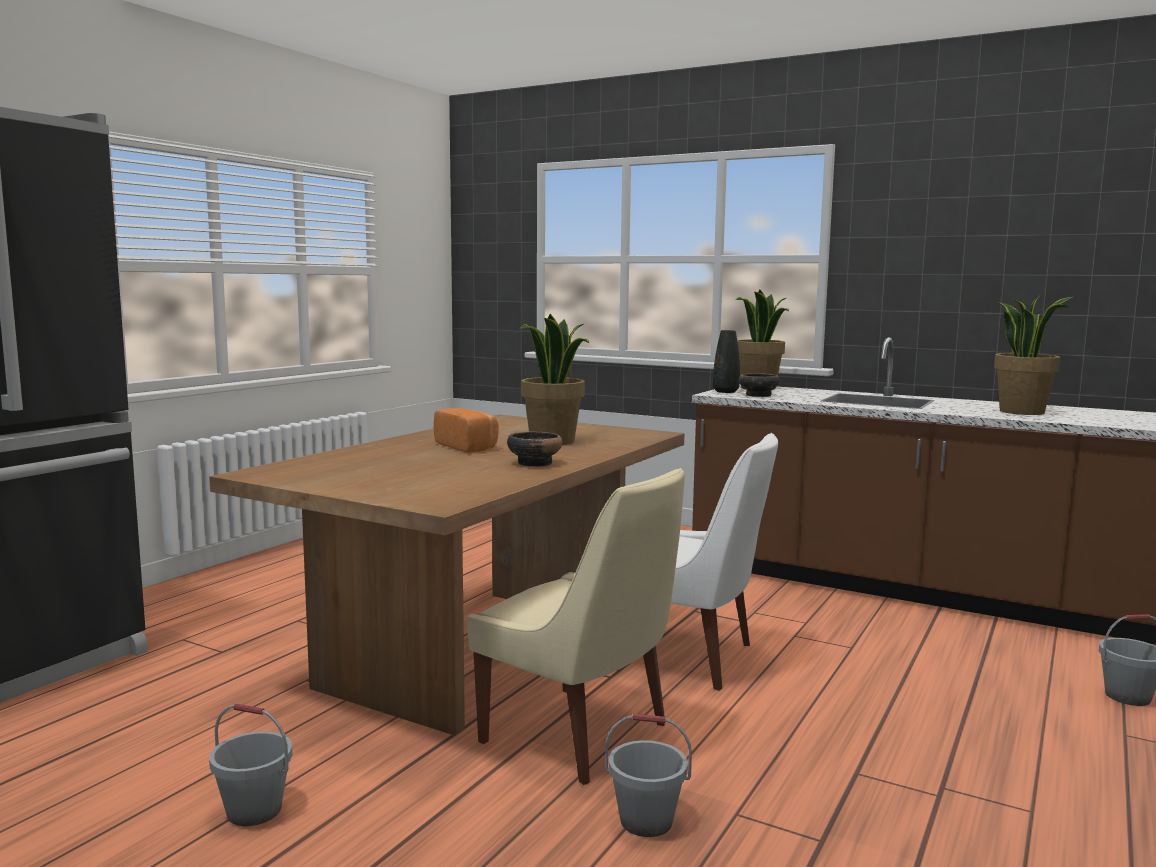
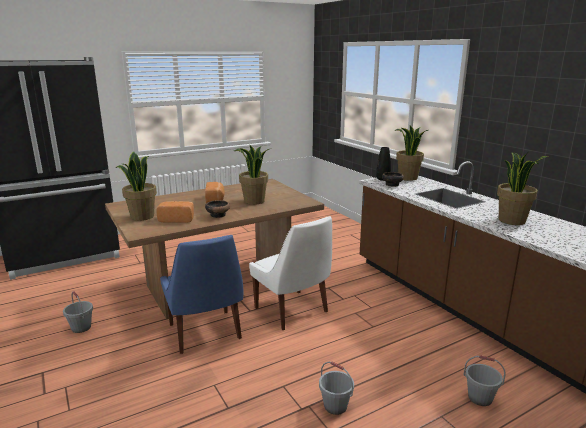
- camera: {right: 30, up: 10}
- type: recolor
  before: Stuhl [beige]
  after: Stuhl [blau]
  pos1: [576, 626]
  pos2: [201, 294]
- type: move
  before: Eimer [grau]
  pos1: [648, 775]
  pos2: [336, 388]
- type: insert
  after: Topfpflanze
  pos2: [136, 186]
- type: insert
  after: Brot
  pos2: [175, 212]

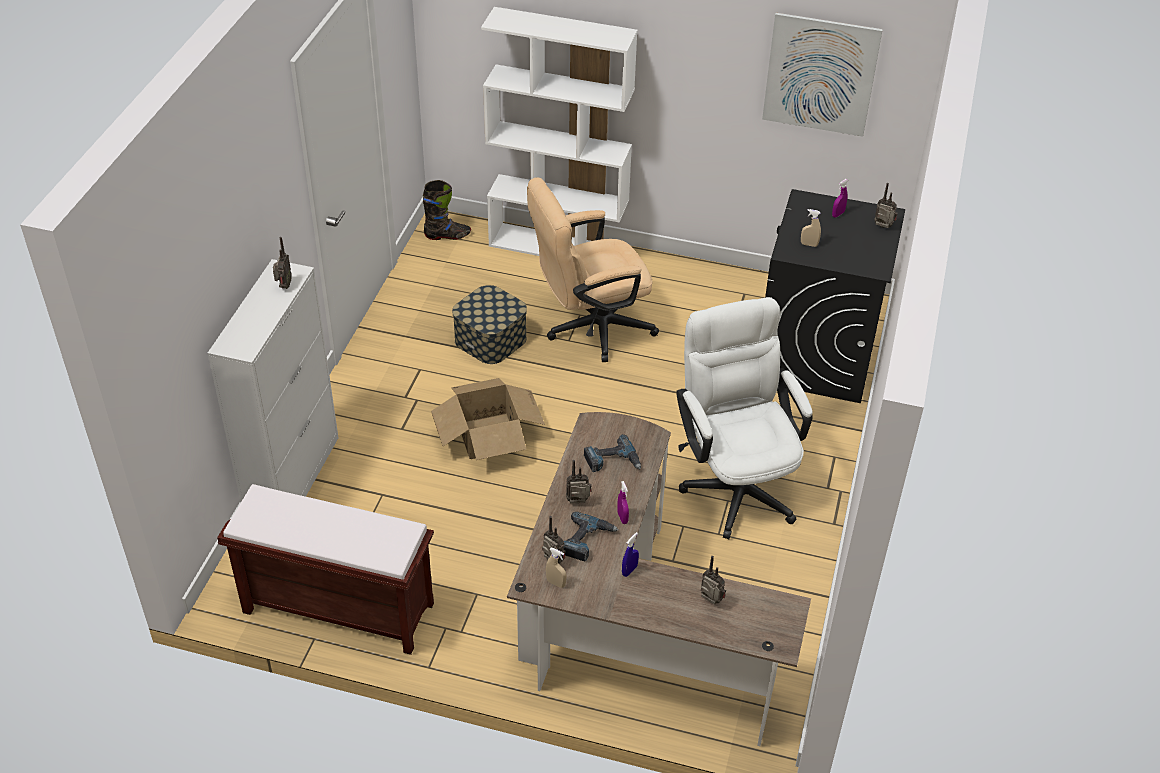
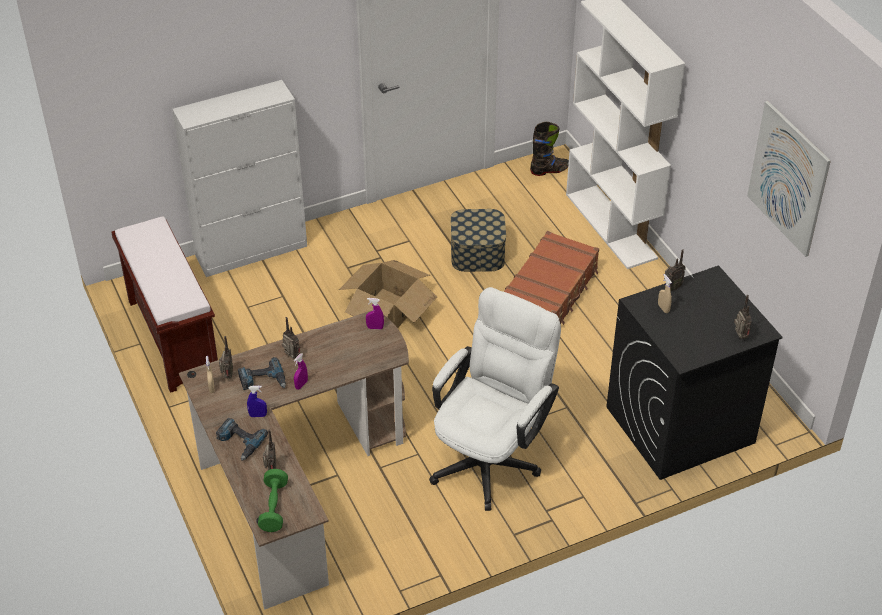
- camera: {right: 50, up: 0}
- type: move
  before: Radio
  pos1: [282, 263]
  pos2: [675, 270]
- type: rotate
  before: Stiefel [schwarz]
  pos1: [447, 210]
  pos2: [549, 149]
  turn: -60
- type: replace
  before: Bürostuhl [beige]
  after: Koffer [braun]
  pos1: [593, 269]
  pos2: [551, 278]
- type: move
  before: Bohrmaschine
  pos1: [612, 453]
  pos2: [242, 439]
- type: move
  before: Sprühflasche [lila]
  pos1: [840, 198]
  pos2: [375, 314]
- type: insert
  after: Hantel [grün]
  pos2: [273, 500]

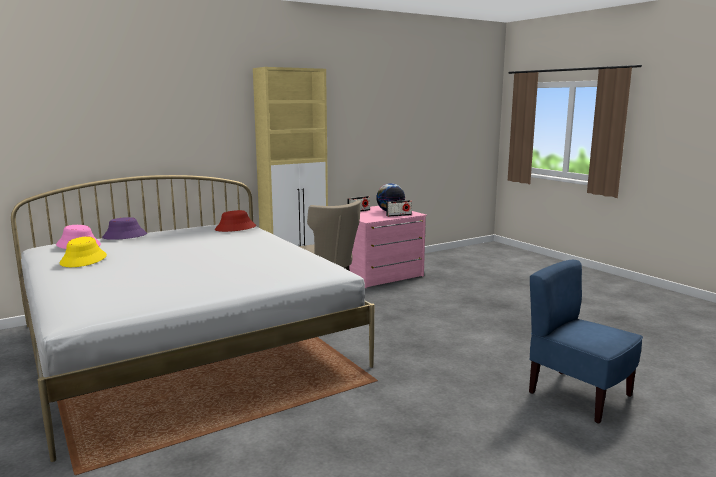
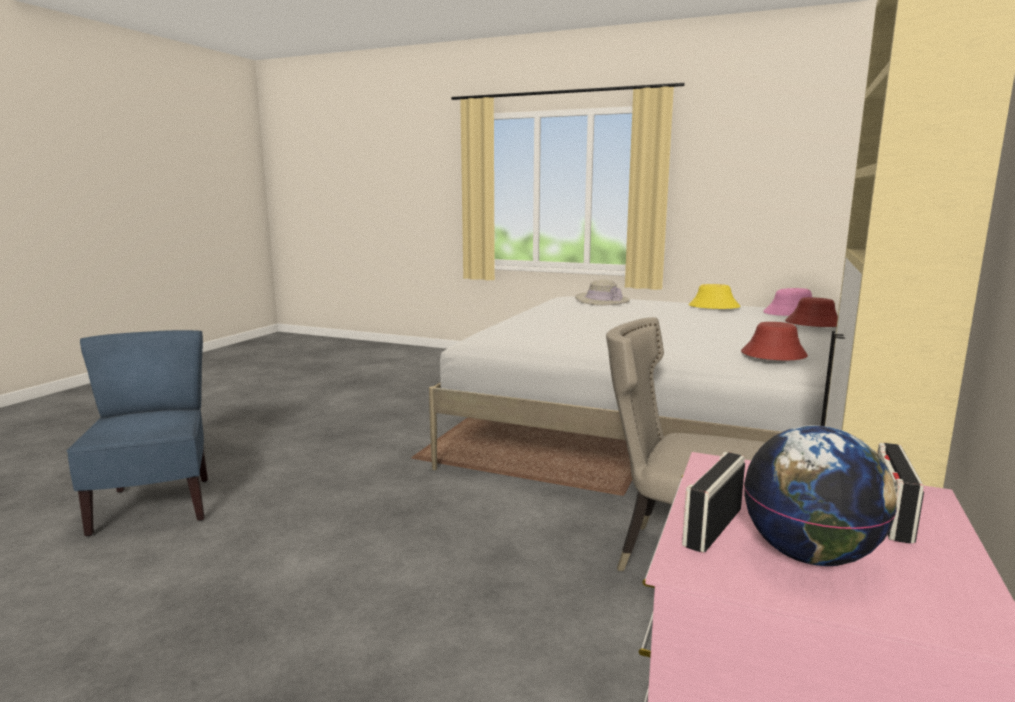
- camera: {right: 145, up: 0}
- type: recolor
  before: Hut [lila]
  after: Hut [rot]
  pos1: [124, 228]
  pos2: [811, 312]
- type: rotate
  before: Stuhl [blau]
  pos1: [586, 342]
  pos2: [137, 433]
  turn: -120
- type: insert
  after: Hut [beige]
  pos2: [602, 292]

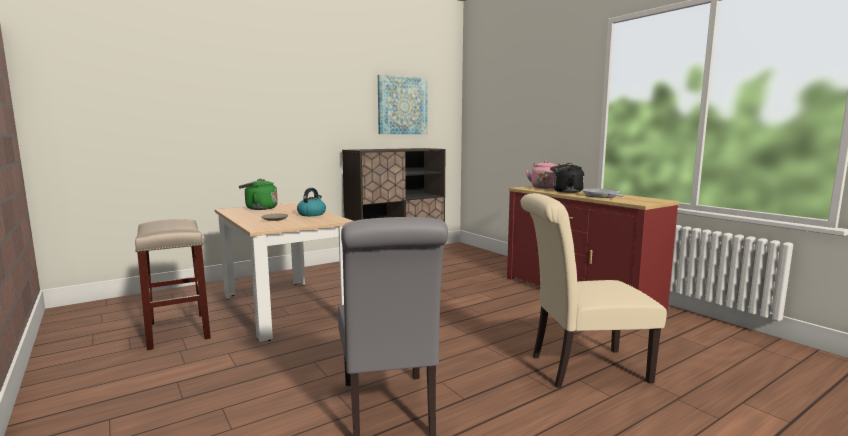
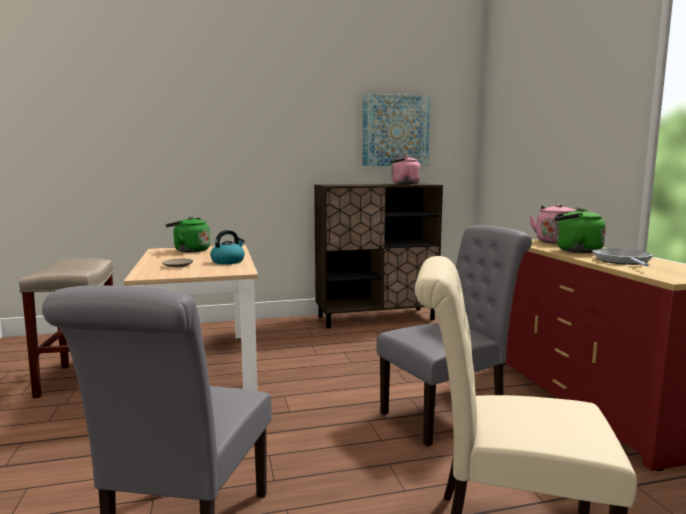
- camera: {right: 20, up: 0}
- type: recolor
  before: Wasserkessel [schwarz]
  after: Wasserkessel [grün]
  pos1: [567, 178]
  pos2: [580, 230]
- type: insert
  after: Stuhl [grau]
  pos2: [454, 336]
- type: insert
  after: Wasserkessel [rosa]
  pos2: [405, 170]

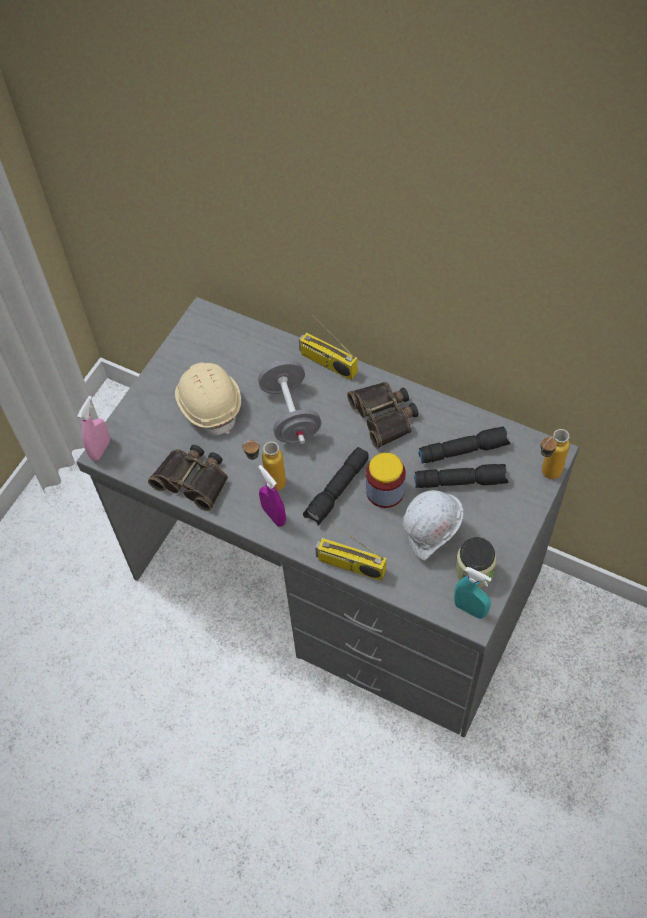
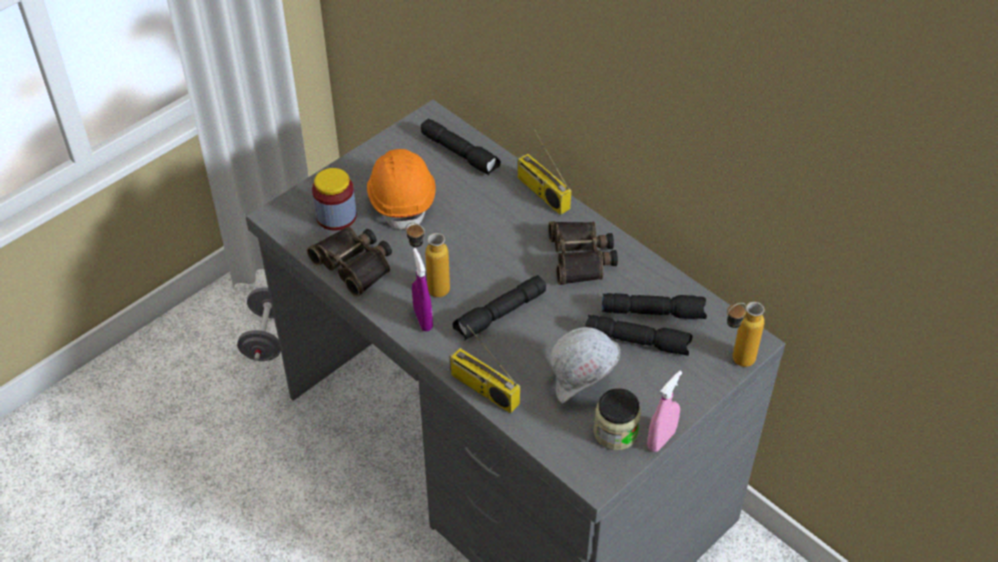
- camera: {right: 15, up: -10}
- type: move
  before: Sprühflasche [rosa]
  pos1: [93, 428]
  pos2: [664, 411]
- type: recolor
  before: Schutzhelm [beige]
  after: Schutzhelm [orange]
  pos1: [208, 399]
  pos2: [401, 189]
- type: move
  before: Hantel [grau]
  pos1: [289, 402]
  pos2: [259, 324]
- type: move
  before: Vorratsglas
  pos1: [386, 480]
  pos2: [334, 199]
- type: delete
  before: Sprühflasche [türkis]
  pos1: [473, 593]
- type: insert
  after: Taschenlampe [schwarz]
  pos2: [461, 147]

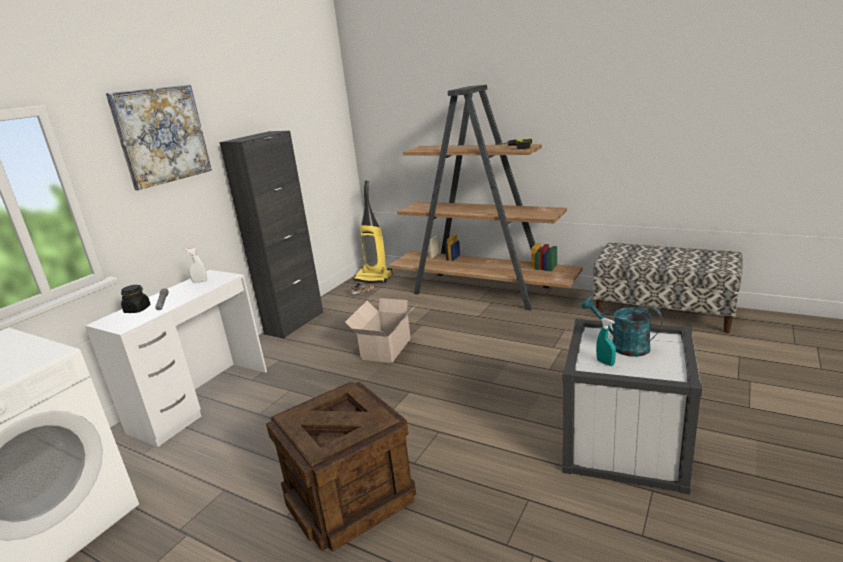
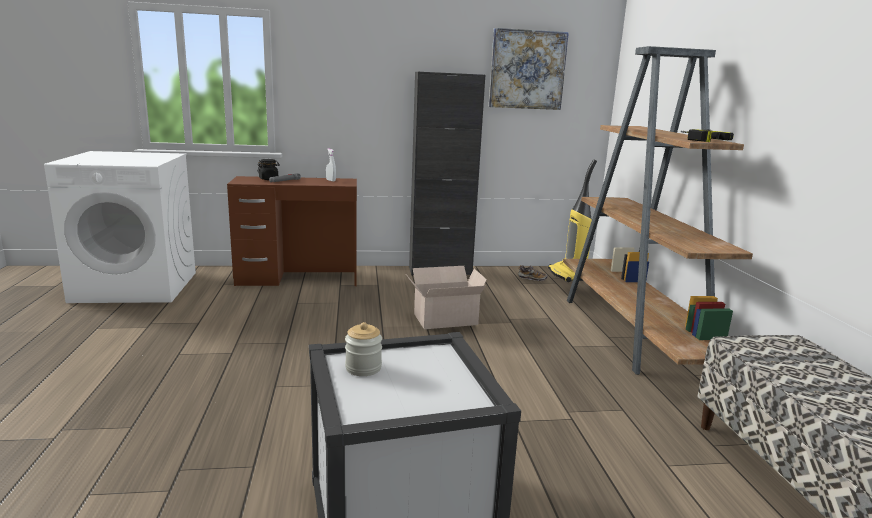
- camera: {right: 50, up: -5}
- type: recolor
  before: Schreibtisch [weiß]
  after: Schreibtisch [braun]
  pos1: [176, 358]
  pos2: [292, 231]
- type: move
  before: Bild
  pos1: [159, 137]
  pos2: [529, 69]
- type: delete
  before: Kiste
  pos1: [341, 467]
- type: delete
  before: Gießkanne [türkis]
  pos1: [622, 326]
- type: replace
  before: Sprühflasche [türkis]
  after: Vorratsglas
  pos1: [606, 342]
  pos2: [363, 349]

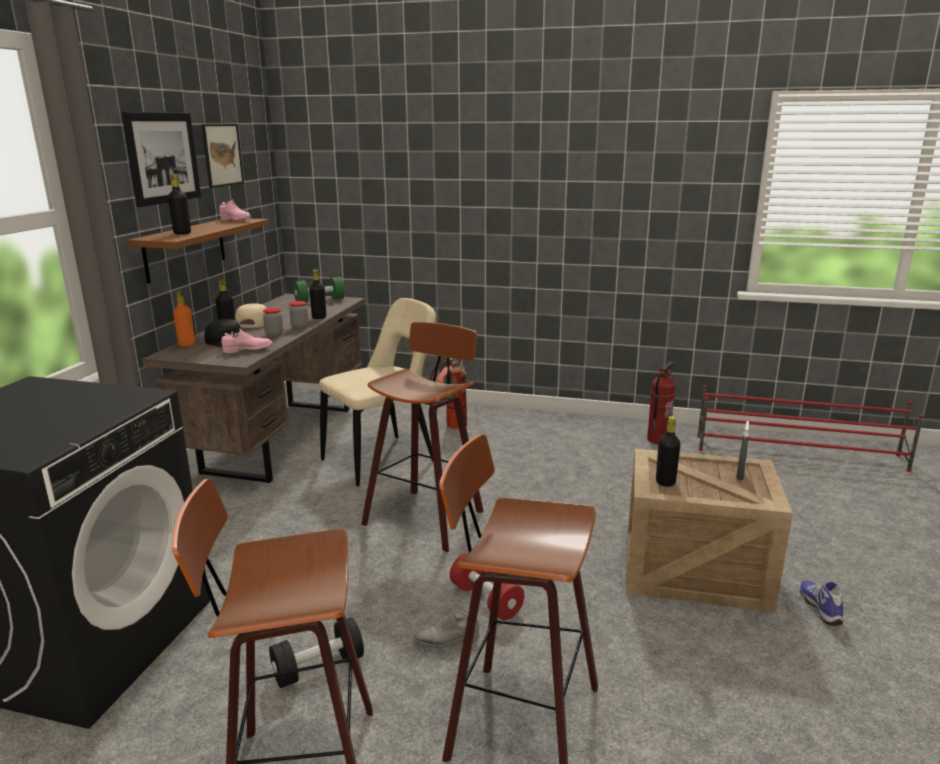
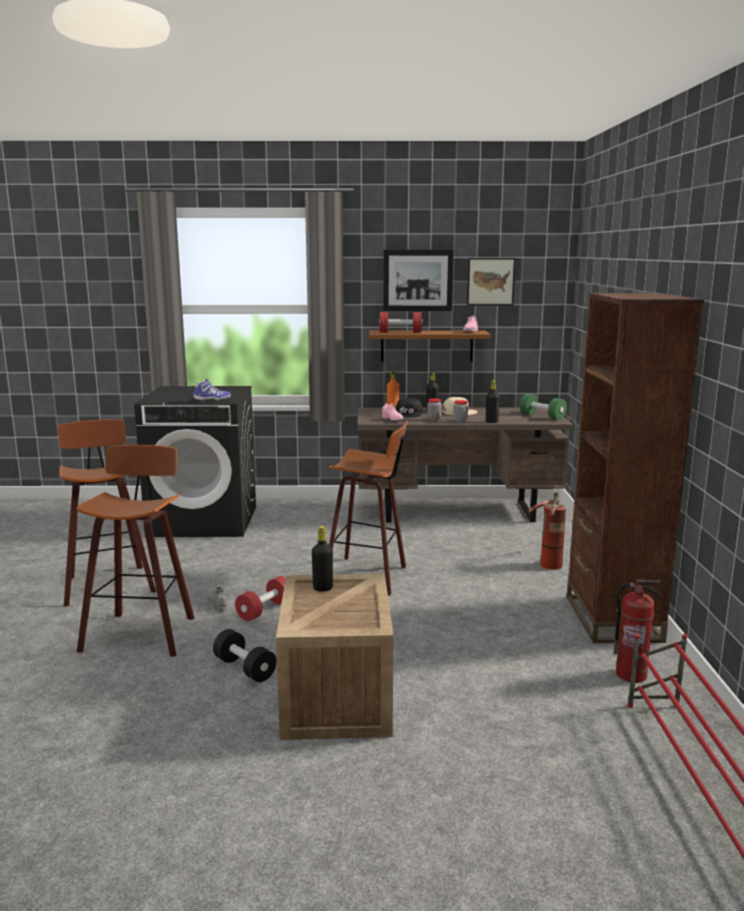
- camera: {right: 75, up: -5}
- type: replace
  before: Flasche [schwarz]
  after: Hantel [rot]
  pos1: [179, 204]
  pos2: [401, 322]
- type: move
  before: Hantel [schwarz]
  pos1: [316, 652]
  pos2: [245, 655]
- type: delete
  before: Stuhl [beige]
  pos1: [377, 392]
- type: delete
  before: Sprühflasche [grau]
  pos1: [742, 450]
- type: move
  before: Schuh
  pos1: [821, 603]
  pos2: [212, 390]
- type: insert
  after: Bücherregal [braun]
  pos2: [635, 468]

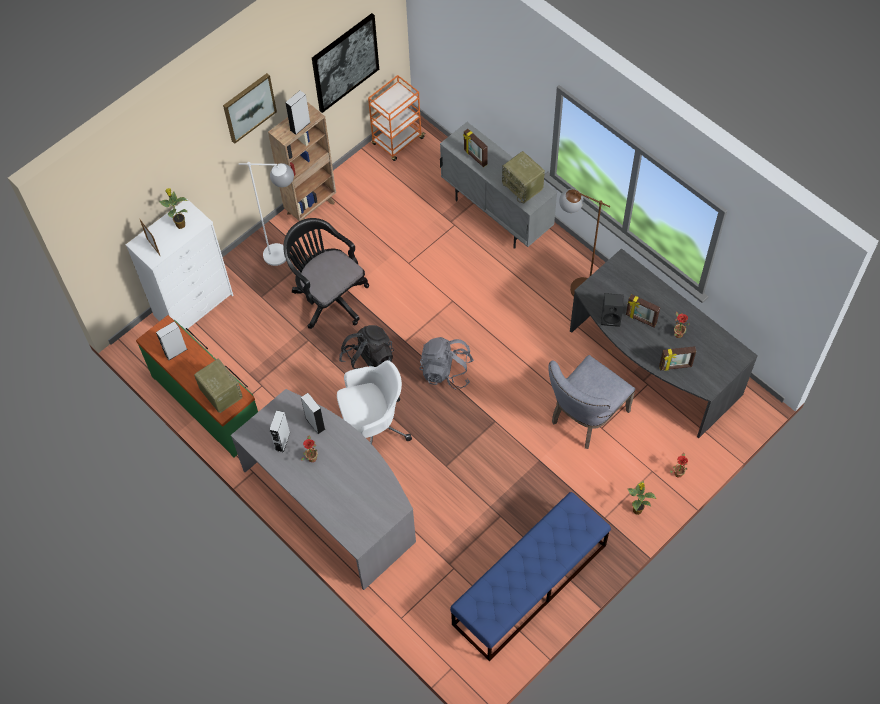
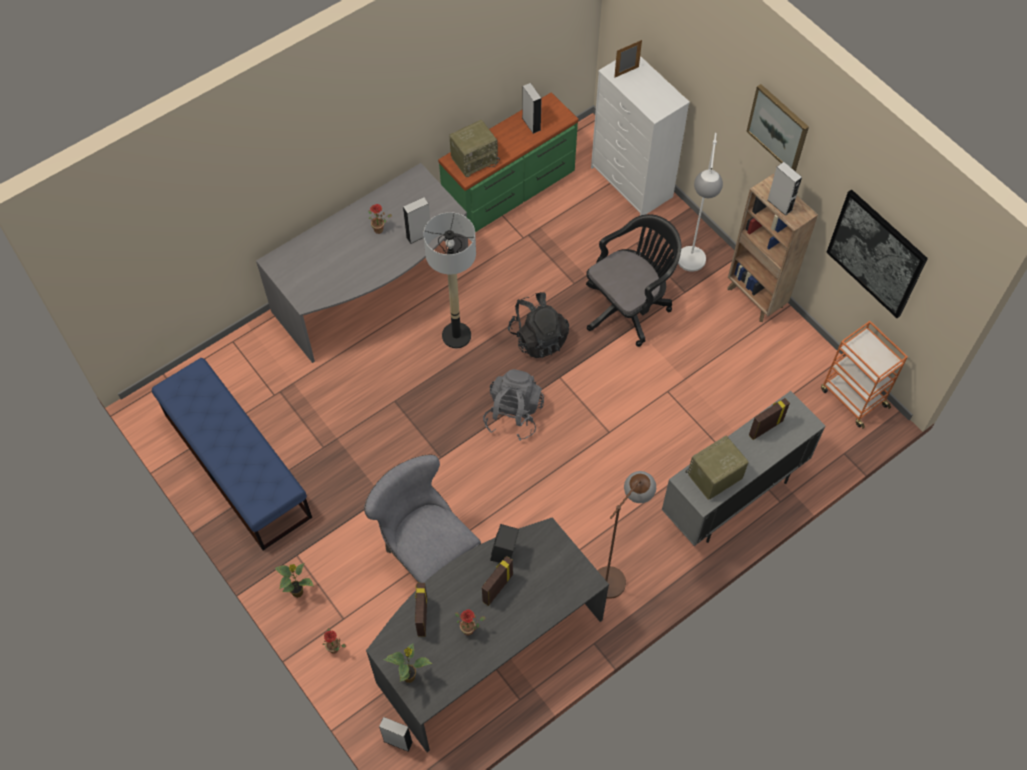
- camera: {right: 95, up: 0}
- type: move
  before: Topfpflanze
  pos1: [173, 208]
  pos2: [408, 663]
- type: move
  before: Lautsprecher [grau]
  pos1: [279, 431]
  pos2: [396, 734]
- type: replace
  before: Bürostuhl [weiß]
  after: Stehlampe
  pos1: [374, 402]
  pos2: [449, 280]

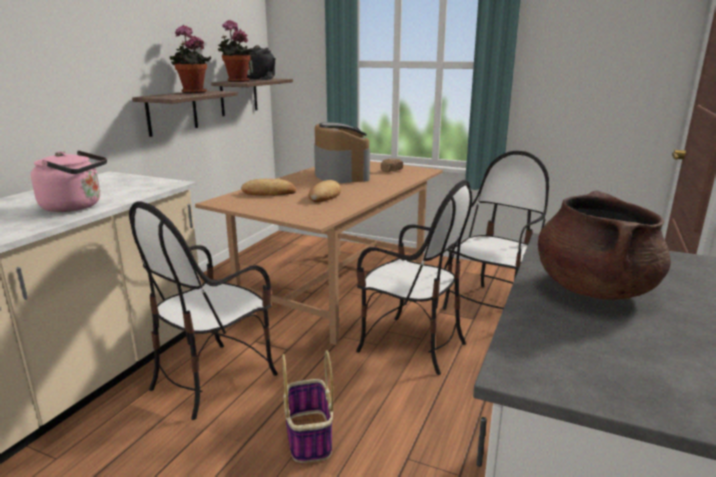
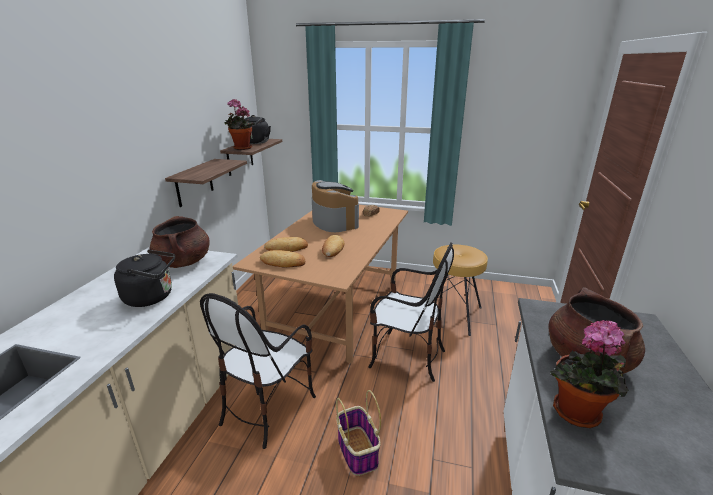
- camera: {right: -10, up: 5}
- type: recolor
  before: Wasserkessel [rosa]
  after: Wasserkessel [schwarz]
  pos1: [69, 181]
  pos2: [144, 278]
- type: move
  before: Topfpflanze
  pos1: [190, 59]
  pos2: [589, 374]
- type: replace
  before: Stuhl
  after: Hocker [braun]
  pos1: [496, 230]
  pos2: [460, 290]
- type: insert
  after: Kochtopf [braun]
  pos2: [180, 242]
- type: insert
  after: Brot
  pos2: [282, 259]

